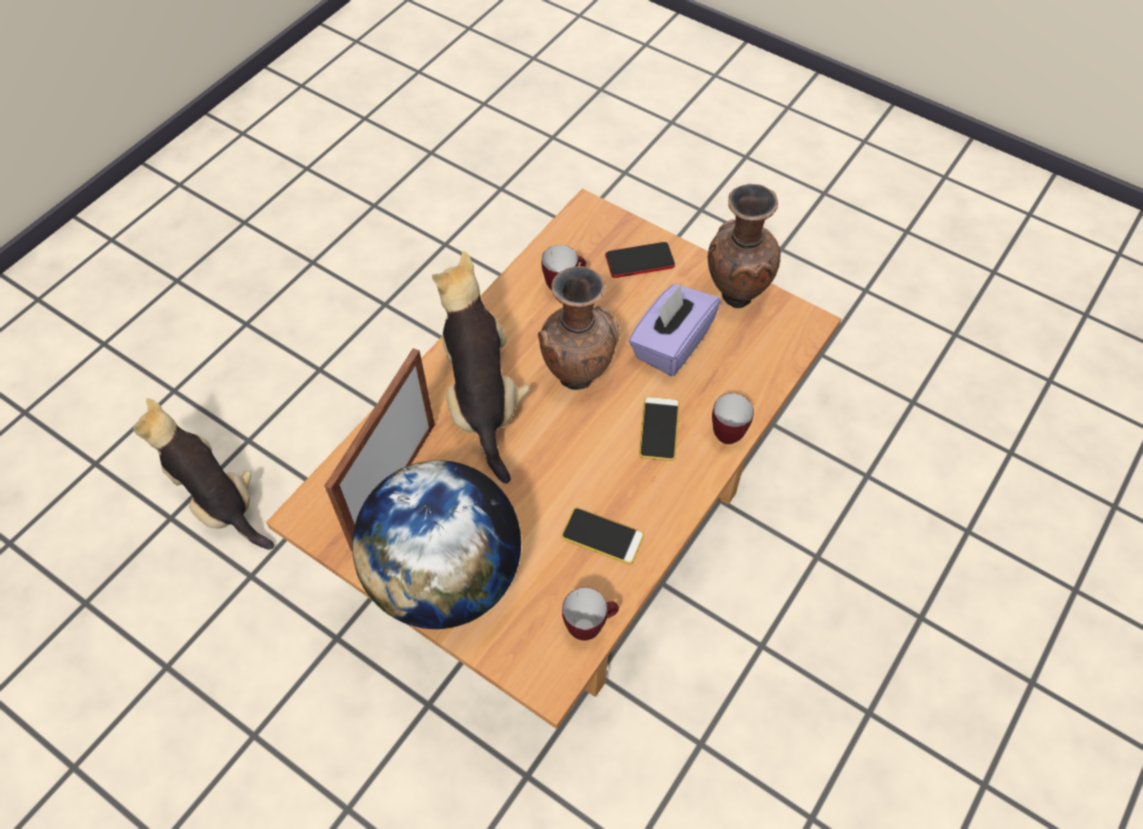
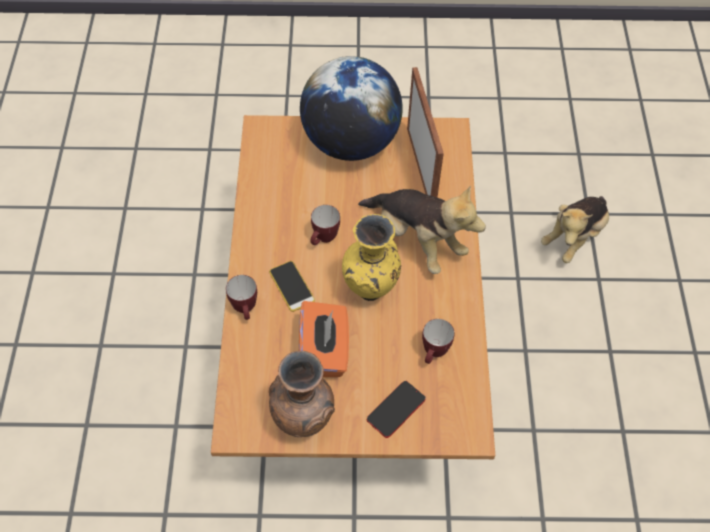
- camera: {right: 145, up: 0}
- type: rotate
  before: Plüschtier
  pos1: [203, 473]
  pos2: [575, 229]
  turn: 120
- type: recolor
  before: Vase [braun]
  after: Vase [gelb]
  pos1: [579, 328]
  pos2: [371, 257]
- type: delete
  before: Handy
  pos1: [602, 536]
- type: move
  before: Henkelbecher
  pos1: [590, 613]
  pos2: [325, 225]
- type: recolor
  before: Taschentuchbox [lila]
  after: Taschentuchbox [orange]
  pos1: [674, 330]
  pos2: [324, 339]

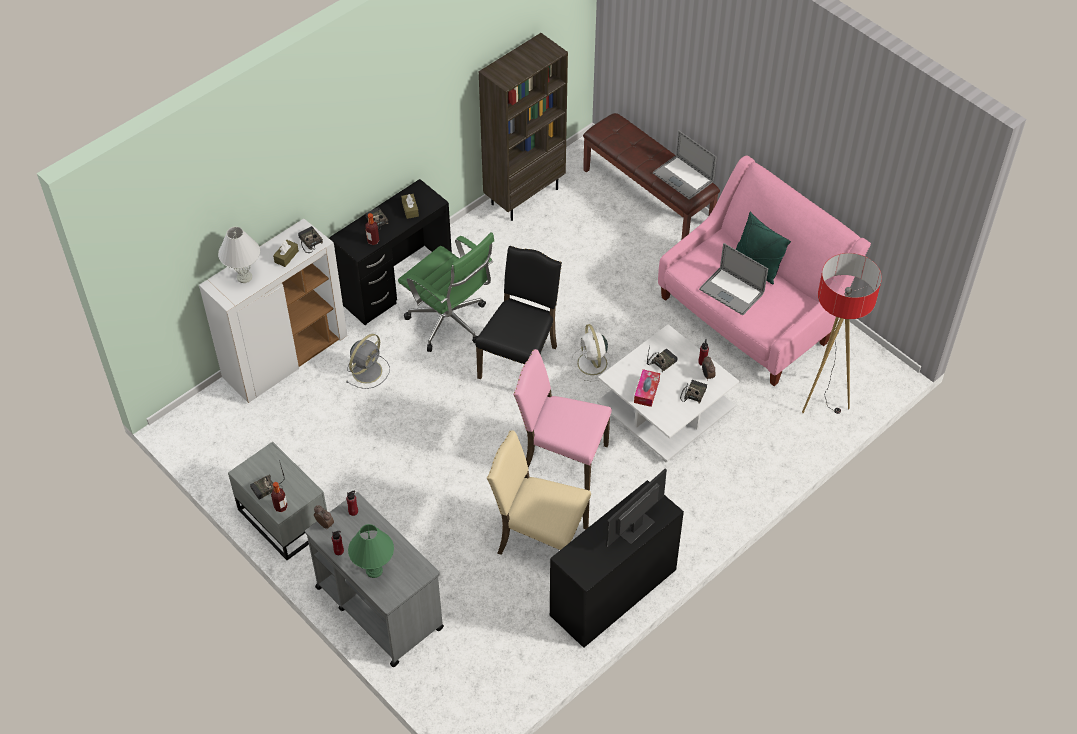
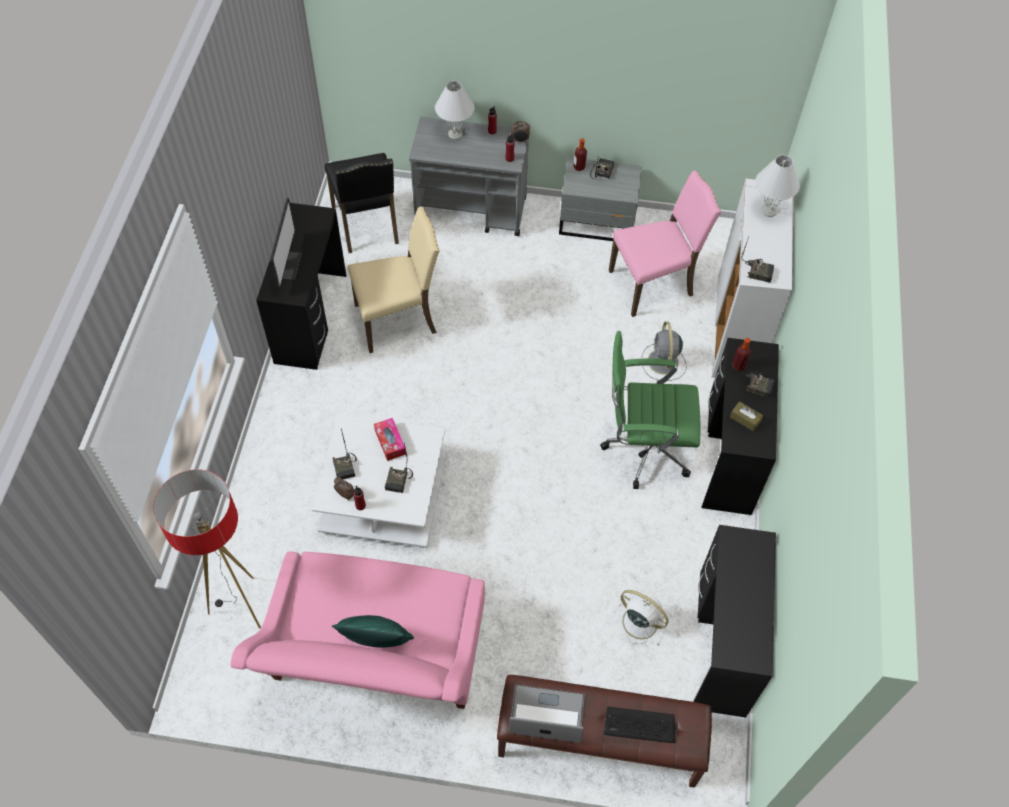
- camera: {right: 140, up: 5}
- type: delete
  before: Taschentuchbox [braun]
  pos1: [286, 253]
- type: recolor
  before: Tischlampe [grün]
  after: Tischlampe [weiß]
  pos1: [371, 551]
  pos2: [455, 110]
- type: move
  before: Stuhl [schwarz]
  pos1: [518, 312]
  pos2: [362, 203]
- type: replace
  before: Bücherregal [braun]
  after: Schreibtisch [schwarz]
  pos1: [523, 127]
  pos2: [734, 621]
- type: move
  before: Stuhl [rosa]
  pos1: [562, 420]
  pos2: [665, 244]
- type: move
  before: Ventilator [weiß]
  pos1: [593, 352]
  pos2: [640, 617]
- type: delete
  before: Laptop
  pos1: [733, 279]
- type: insert
  after: Tastatur
  pos2: [639, 724]

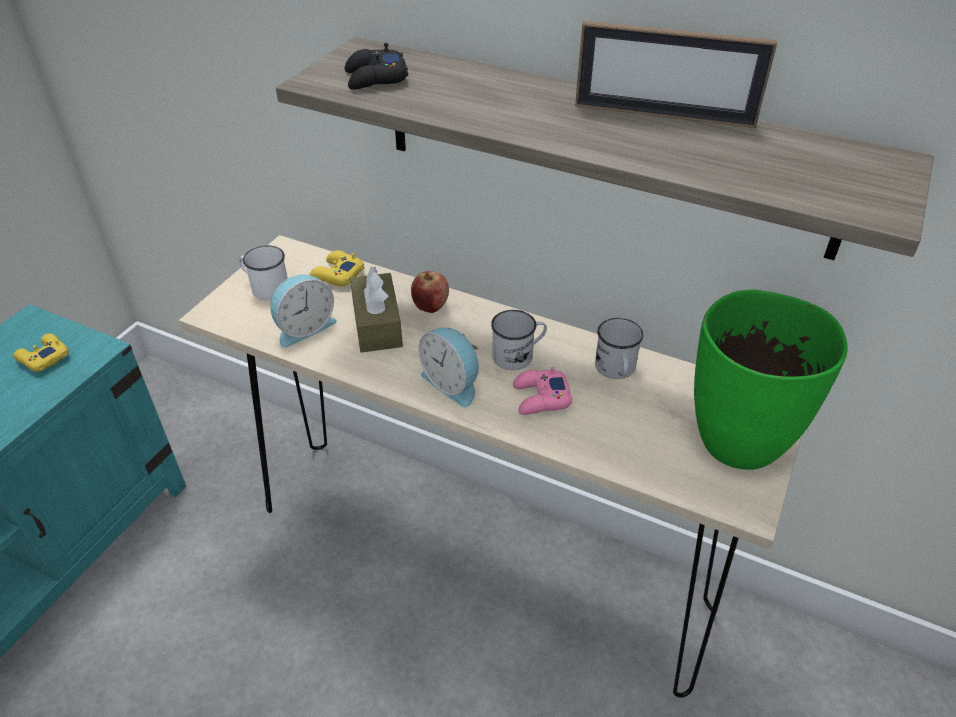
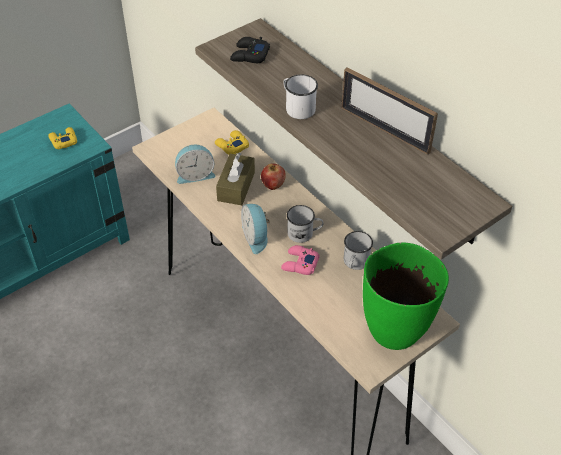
- camera: {right: 25, up: 5}
- type: move
  before: Henkelbecher [weiß]
  pos1: [263, 272]
  pos2: [300, 96]

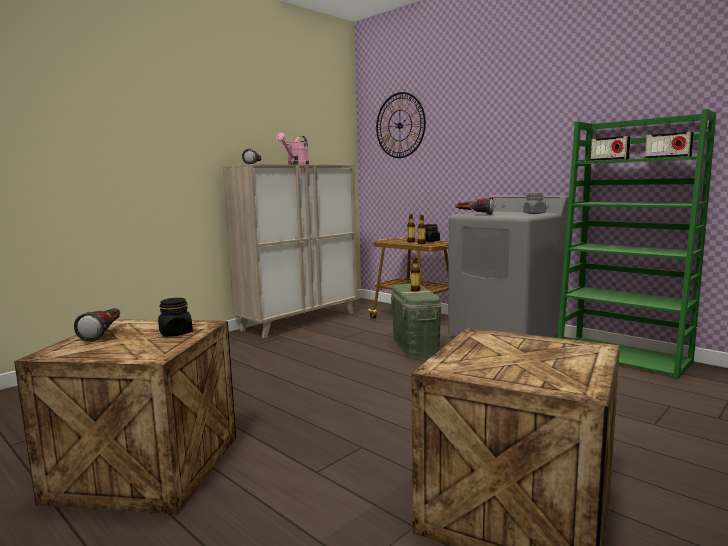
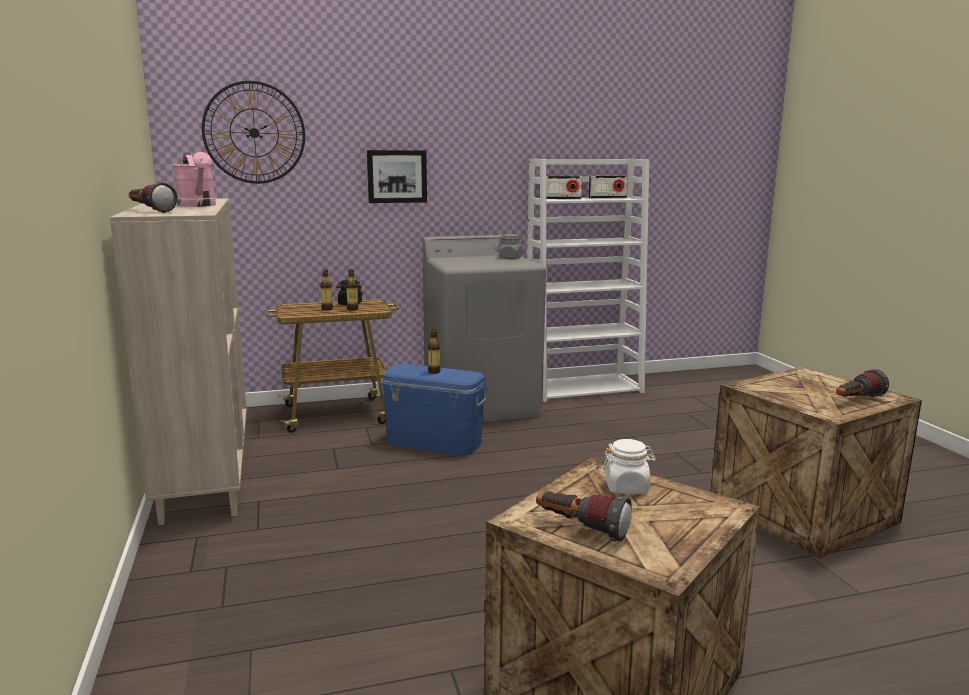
- camera: {right: -60, up: 5}
- type: recolor
  before: Vorratsglas [schwarz]
  after: Vorratsglas [weiß]
  pos1: [175, 317]
  pos2: [629, 466]
- type: recolor
  before: Aufbewahrungsbox [grün]
  after: Aufbewahrungsbox [blau]
  pos1: [416, 321]
  pos2: [434, 410]
- type: move
  before: Taschenlampe
  pos1: [474, 206]
  pos2: [862, 383]
- type: recolor
  before: Bücherregal [grün]
  after: Bücherregal [weiß]
  pos1: [637, 244]
  pos2: [588, 280]
- type: insert
  after: Bild
  pos2: [397, 176]

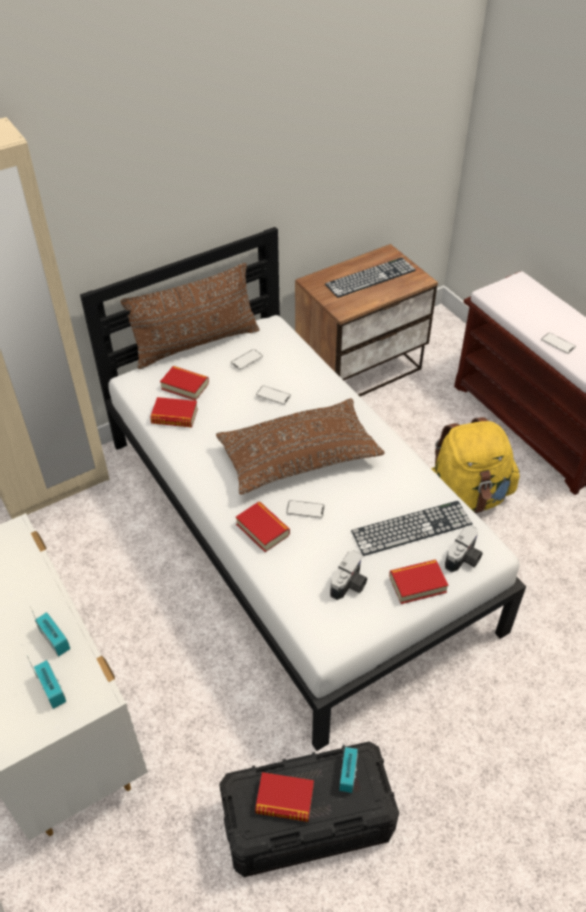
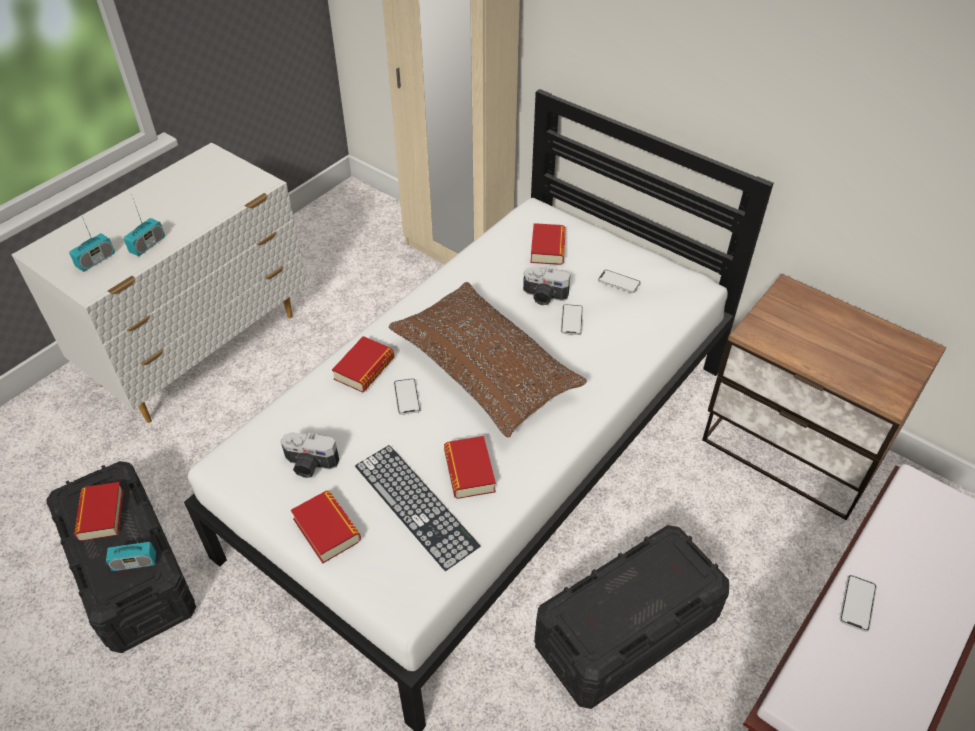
- camera: {right: 70, up: 0}
- type: delete
  before: Kissen [braun]
  pos1: [190, 316]
- type: move
  before: Buch
  pos1: [174, 412]
  pos2: [470, 467]
- type: delete
  before: Tastatur
  pos1: [370, 278]
- type: replace
  before: Rucksack [gelb]
  after: Aufbewahrungsbox [schwarz]
  pos1: [475, 465]
  pos2: [631, 617]
- type: move
  before: Kamera
  pos1: [463, 549]
  pos2: [546, 286]

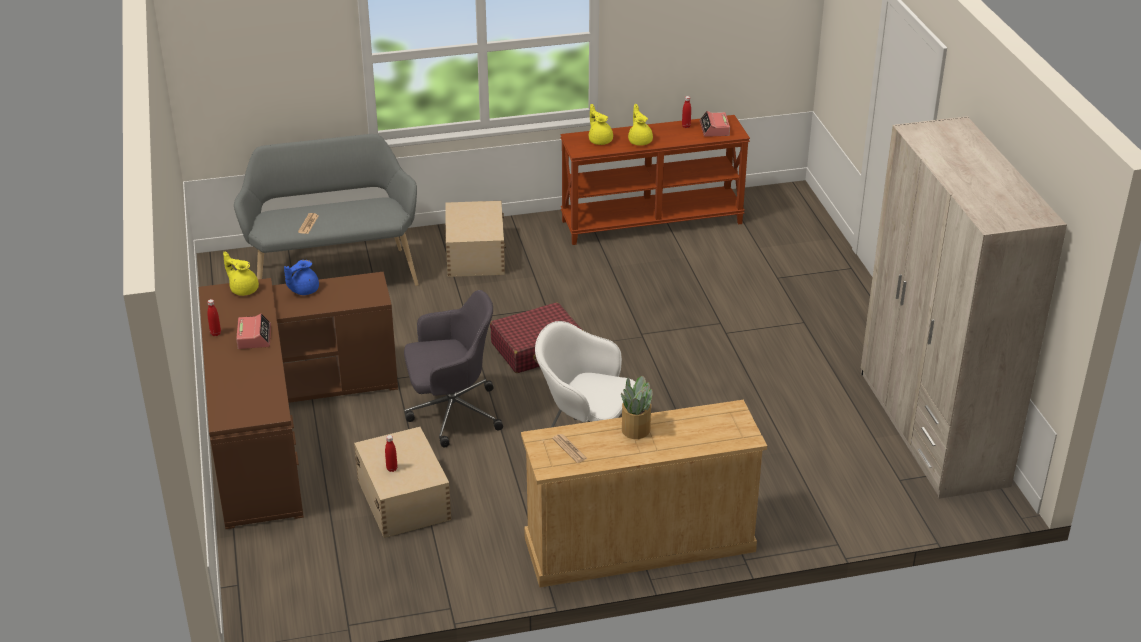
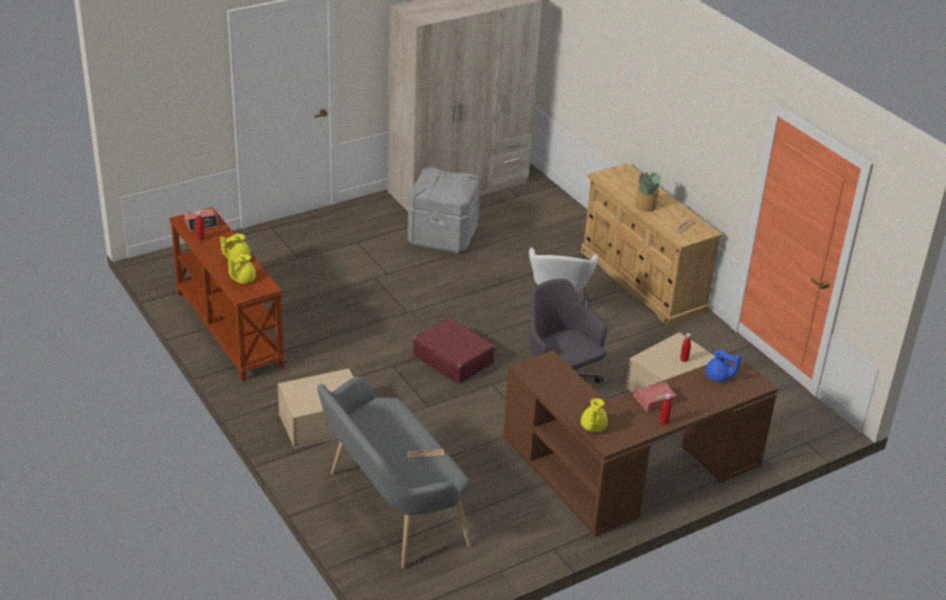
- camera: {right: -110, up: 0}
- type: move
  before: Teekanne [blau]
  pos1: [301, 277]
  pos2: [724, 366]
- type: insert
  after: Aufbewahrungsbox [grau]
  pos2: [444, 210]

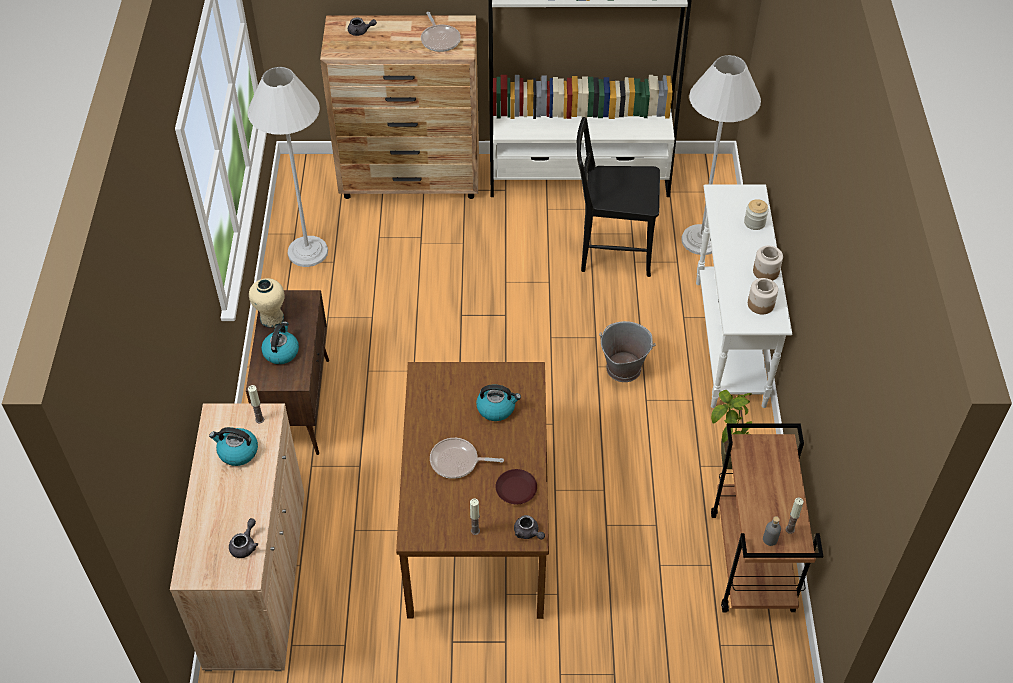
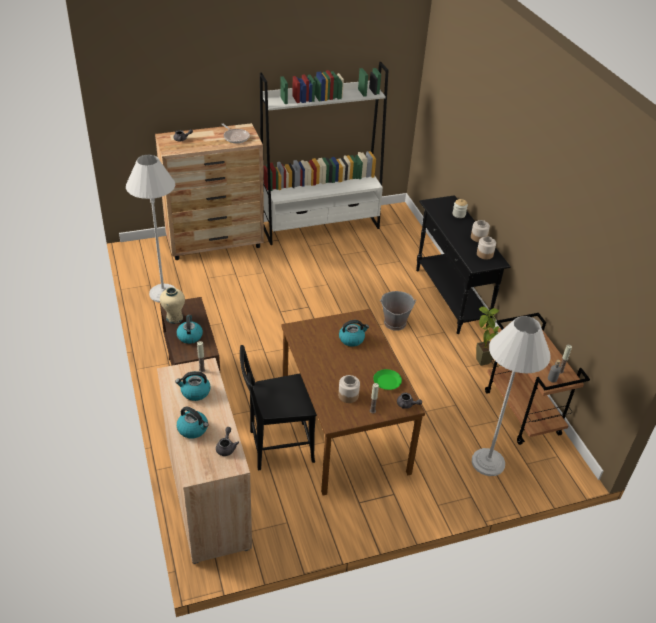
- camera: {right: -20, up: -10}
- type: delete
  before: Pfanne
  pos1: [467, 458]
- type: recolor
  before: Teller [braun]
  after: Teller [grün]
  pos1: [516, 486]
  pos2: [387, 379]
- type: move
  before: Stuhl [schwarz]
  pos1: [618, 197]
  pos2: [278, 407]
- type: move
  before: Stehlampe [weiß]
  pos1: [721, 155]
  pos2: [511, 396]
- type: recolor
  before: Konsolentisch [weiß]
  after: Konsolentisch [schwarz]
  pos1: [744, 296]
  pos2: [463, 264]
- type: insert
  after: Wasserkessel
  pos2: [193, 422]
- type: insert
  after: Vorratsglas
  pos2: [349, 389]

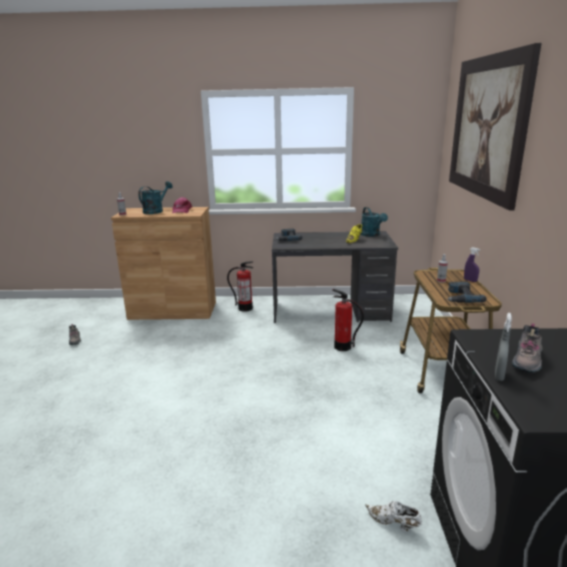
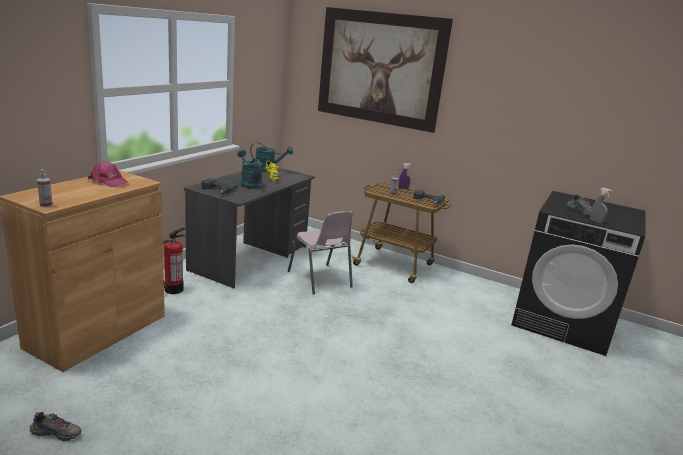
- camera: {right: -65, up: 0}
- type: move
  before: Gießkanne [türkis]
  pos1: [155, 197]
  pos2: [250, 169]
- type: replace
  before: Feuerlöscher
  after: Stuhl [rosa]
  pos1: [348, 320]
  pos2: [320, 253]
- type: delete
  before: Schuh [weiß]
  pos1: [393, 516]

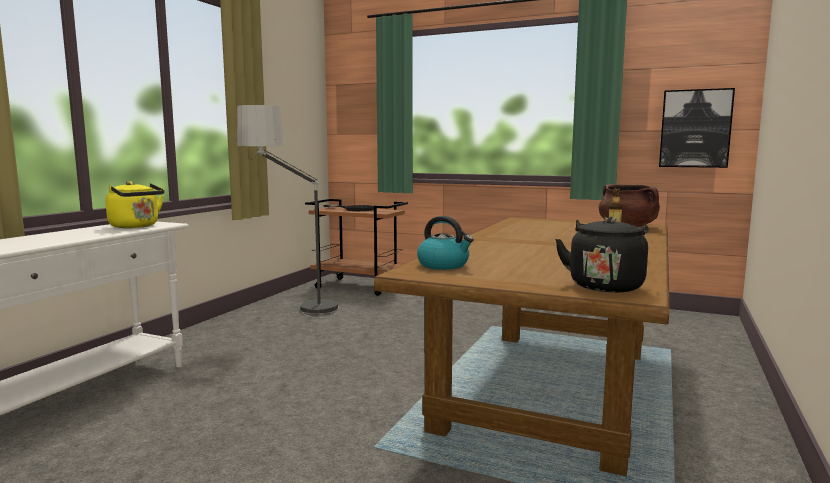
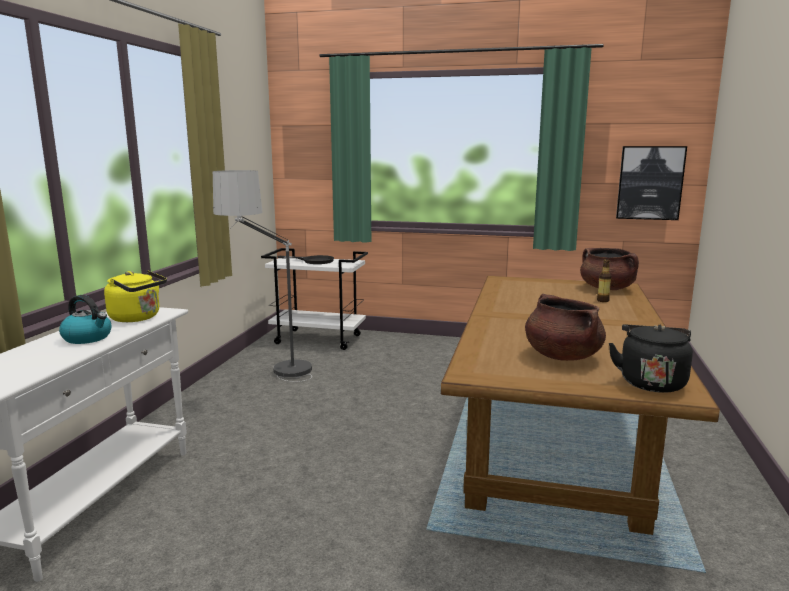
- camera: {right: -10, up: 5}
- type: recolor
  before: Rollwagen [braun]
  after: Rollwagen [weiß]
  pos1: [356, 247]
  pos2: [314, 299]
- type: move
  before: Wasserkessel
  pos1: [445, 243]
  pos2: [85, 319]
- type: insert
  after: Kochtopf [braun]
  pos2: [565, 327]

